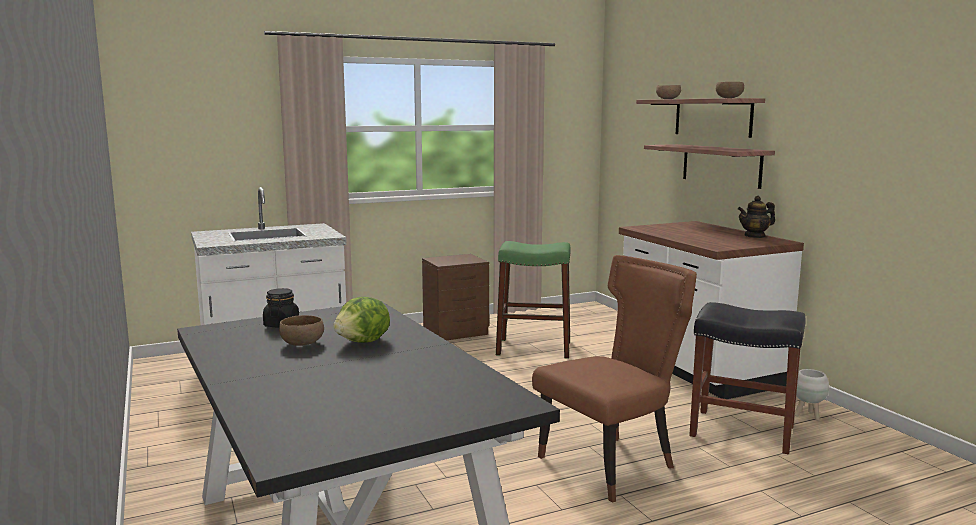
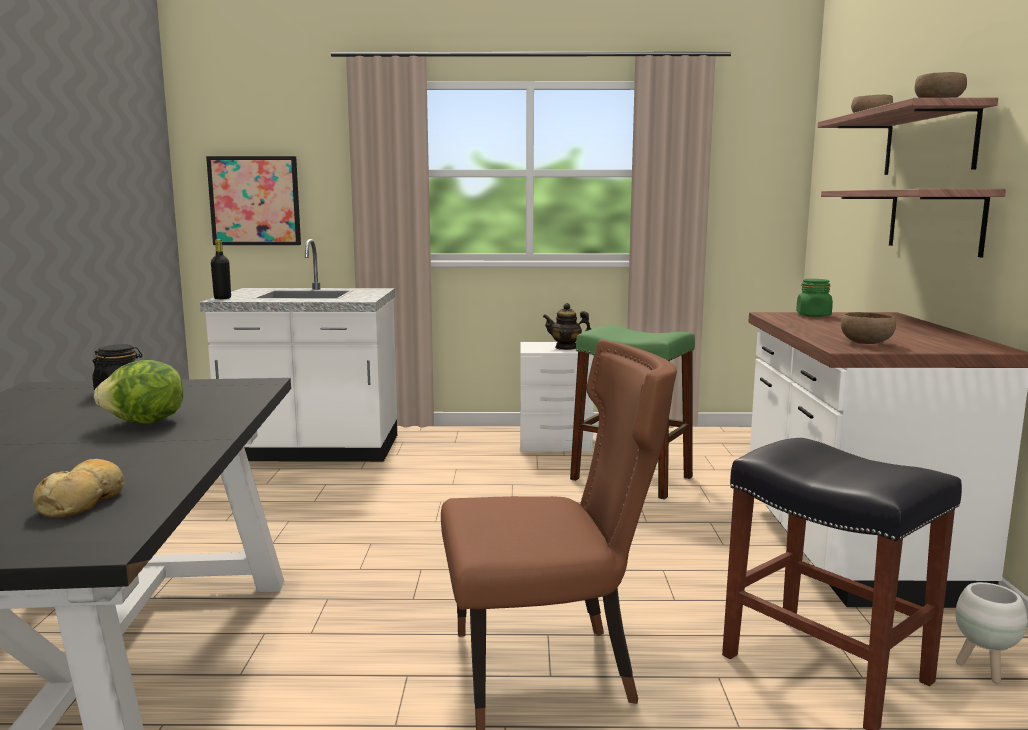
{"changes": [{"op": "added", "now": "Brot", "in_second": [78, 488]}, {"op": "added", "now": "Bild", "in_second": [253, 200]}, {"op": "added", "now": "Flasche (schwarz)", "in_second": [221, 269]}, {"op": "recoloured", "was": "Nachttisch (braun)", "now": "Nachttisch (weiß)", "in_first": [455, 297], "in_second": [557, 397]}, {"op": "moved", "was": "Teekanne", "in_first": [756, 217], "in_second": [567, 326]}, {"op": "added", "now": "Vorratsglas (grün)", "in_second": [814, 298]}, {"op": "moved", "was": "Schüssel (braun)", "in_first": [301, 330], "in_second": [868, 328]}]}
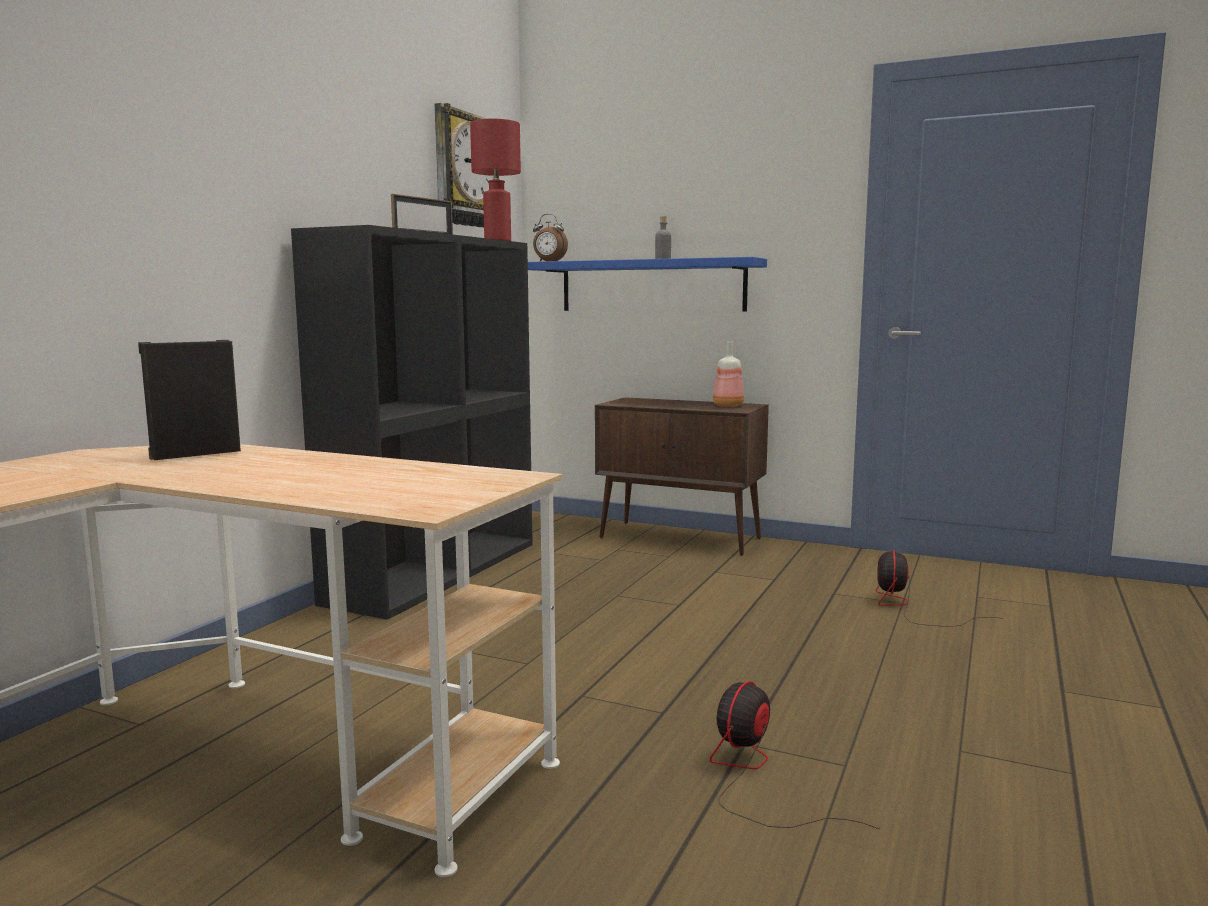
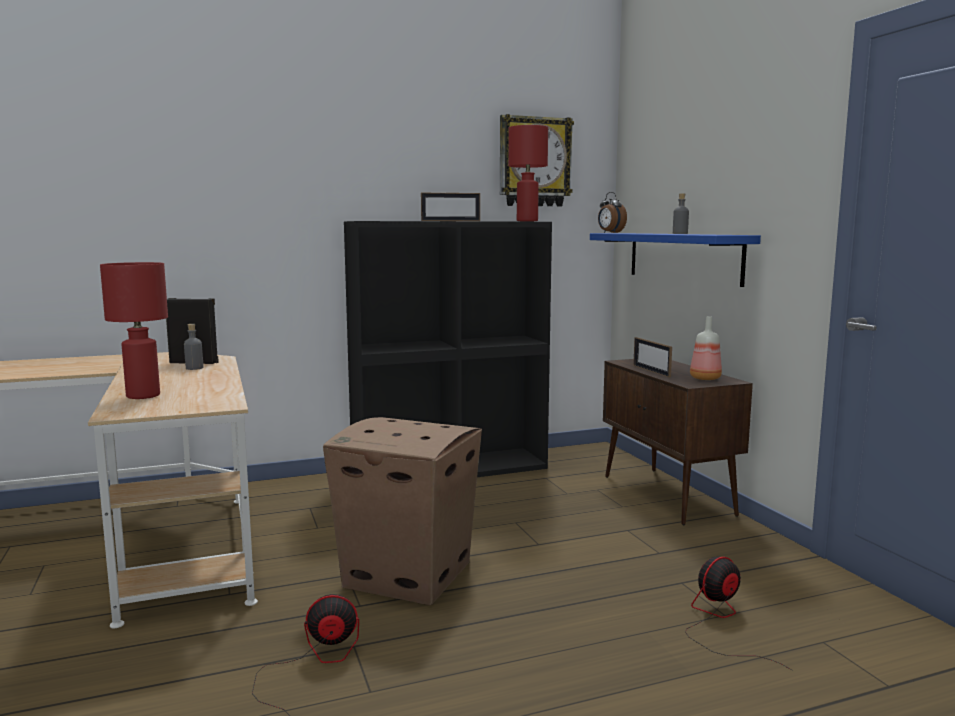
{"changes": [{"op": "added", "now": "Tischlampe (rot)", "in_second": [134, 330]}, {"op": "added", "now": "Flasche (grau)", "in_second": [193, 347]}, {"op": "added", "now": "Karton", "in_second": [402, 511]}, {"op": "added", "now": "Bilderrahmen", "in_second": [652, 357]}]}
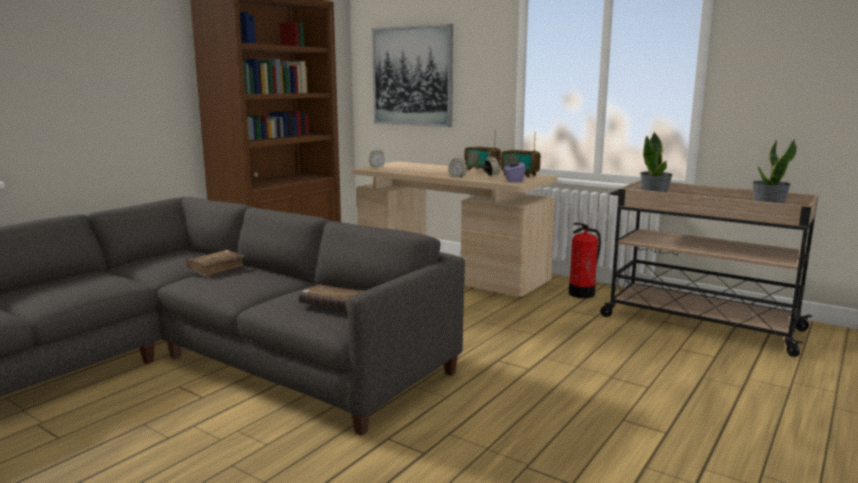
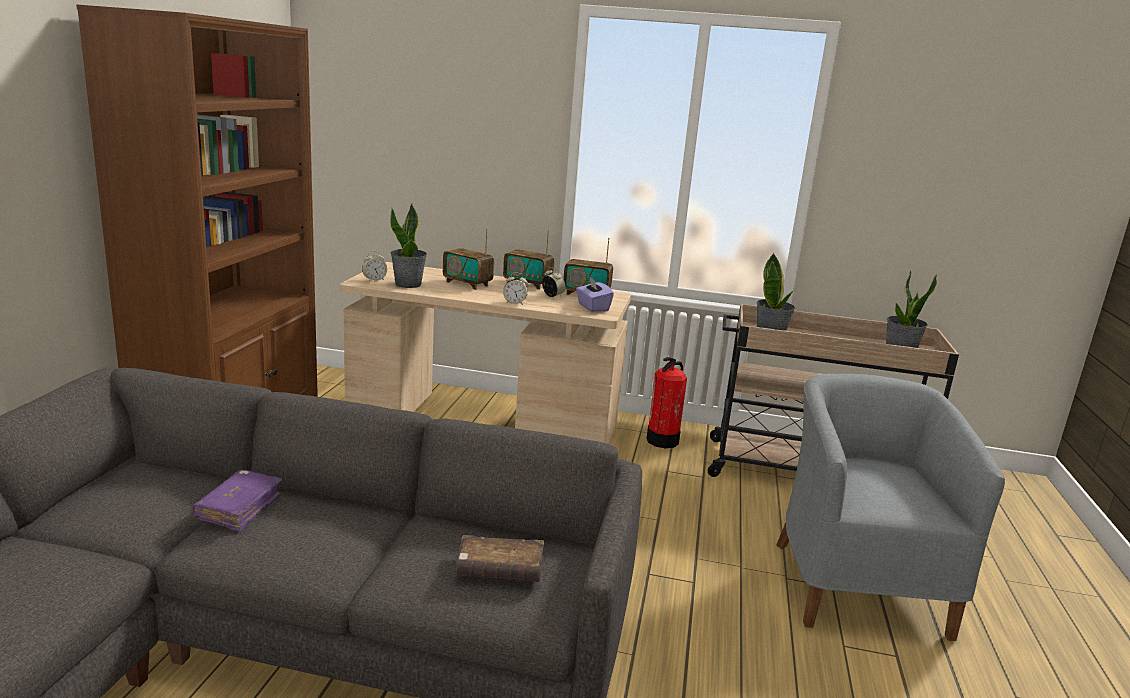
{"changes": [{"op": "recoloured", "was": "Buch (braun)", "now": "Buch (lila)", "in_first": [215, 263], "in_second": [237, 500]}, {"op": "added", "now": "Topfpflanze", "in_second": [408, 246]}, {"op": "added", "now": "Radio", "in_second": [468, 259]}, {"op": "added", "now": "Sessel (grau)", "in_second": [890, 507]}, {"op": "removed", "was": "Bild", "in_first": [412, 75]}]}
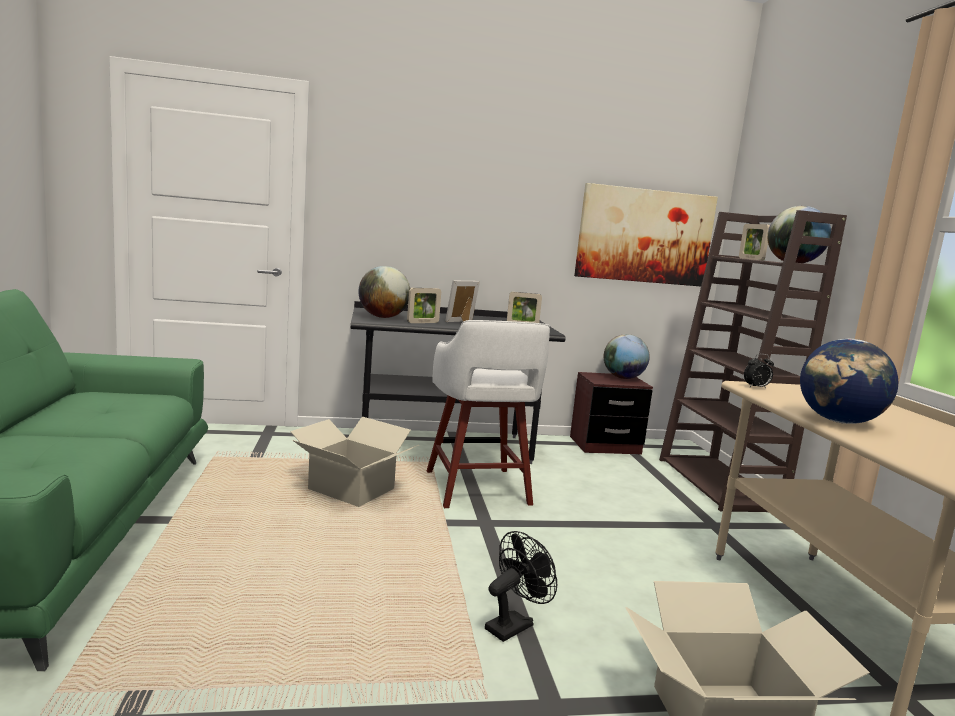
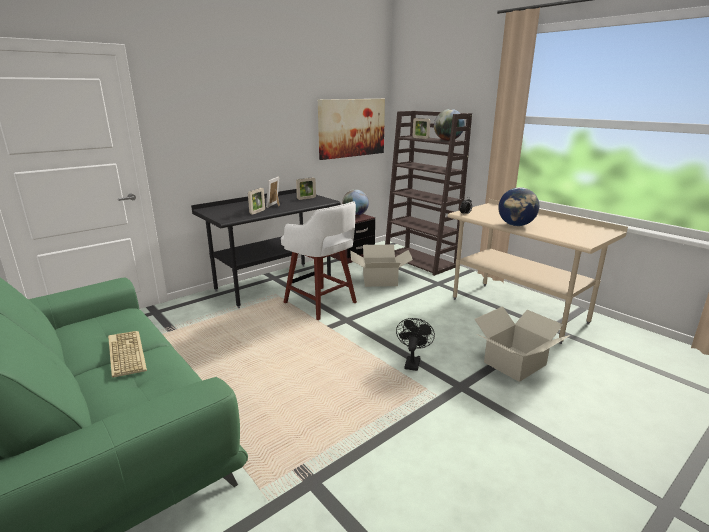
{"changes": [{"op": "added", "now": "Tastatur", "in_second": [127, 354]}, {"op": "moved", "was": "Karton", "in_first": [354, 462], "in_second": [381, 266]}, {"op": "removed", "was": "Globus", "in_first": [384, 292]}]}
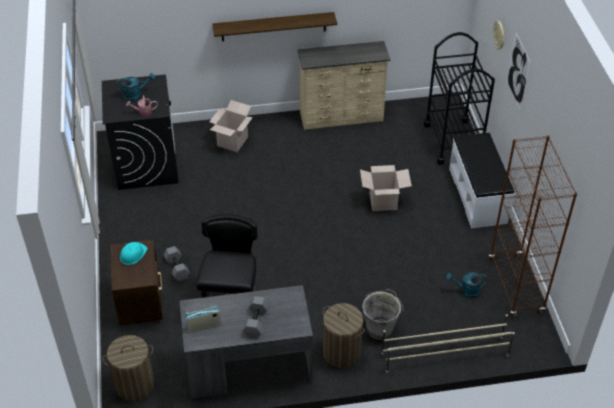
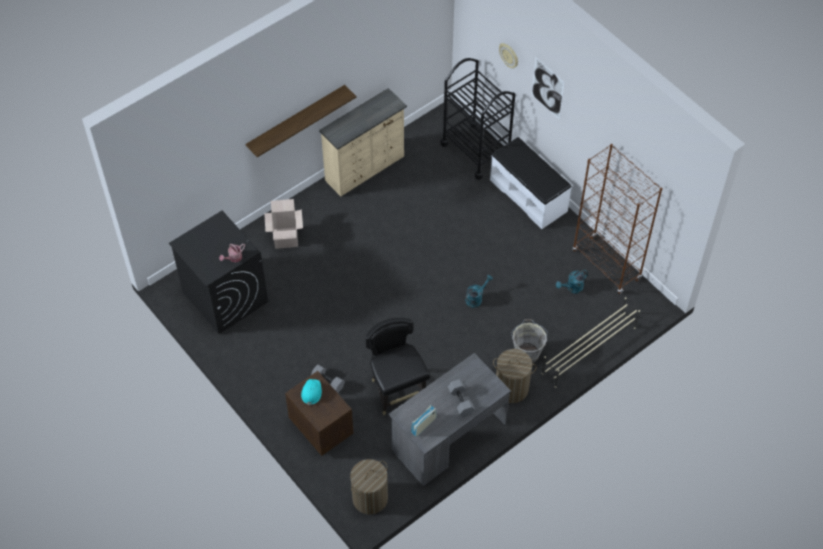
{"changes": [{"op": "moved", "was": "Gießkanne (türkis)", "in_first": [135, 87], "in_second": [479, 291]}, {"op": "removed", "was": "Karton", "in_first": [386, 188]}]}
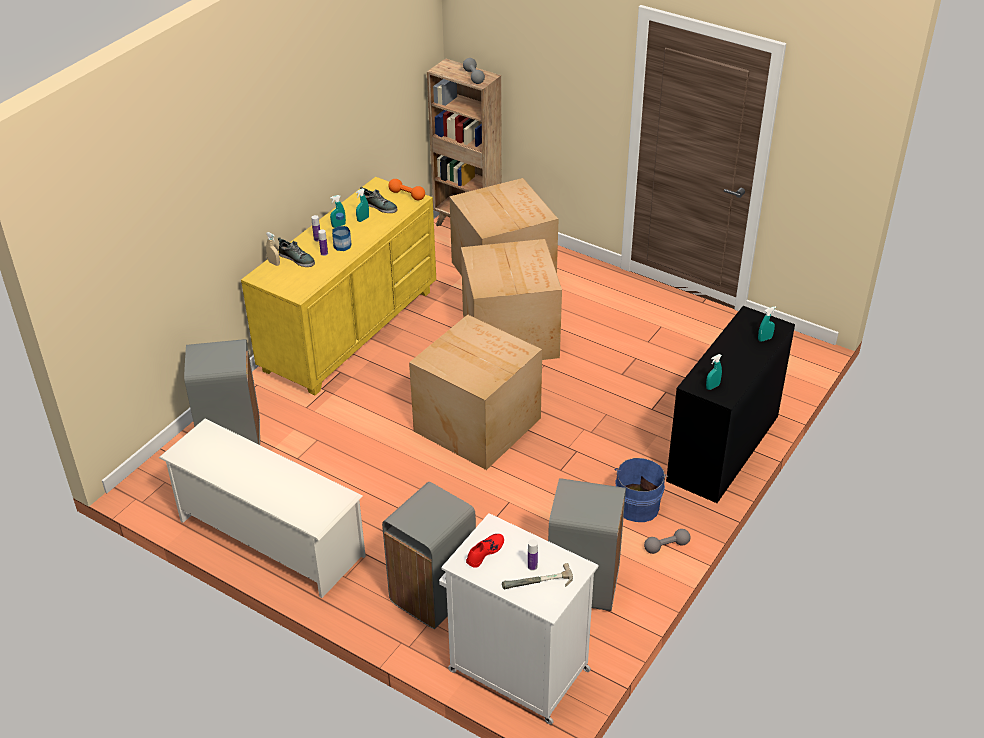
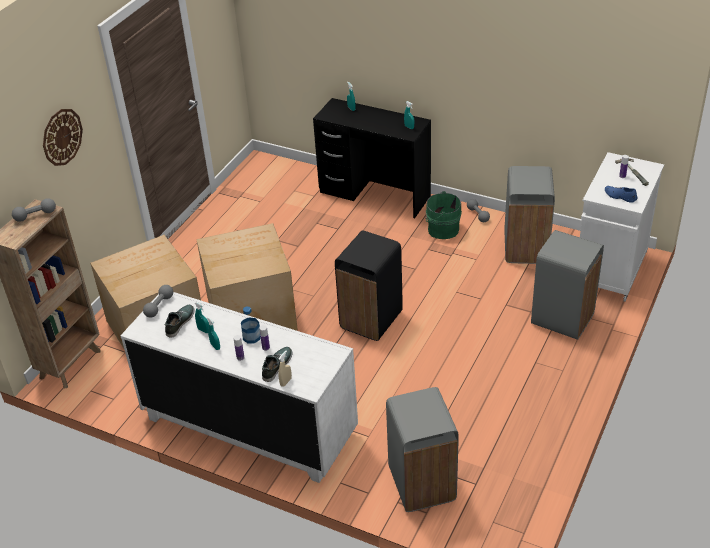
{"changes": [{"op": "added", "now": "Wanduhr", "in_second": [63, 137]}, {"op": "recoloured", "was": "Kommode (gelb)", "now": "Kommode (weiß)", "in_first": [338, 286], "in_second": [239, 387]}, {"op": "recoloured", "was": "Hantel (orange)", "now": "Hantel (grau)", "in_first": [406, 189], "in_second": [158, 301]}, {"op": "replaced", "was": "Karton", "now": "Mülleimer (schwarz)", "in_first": [475, 392], "in_second": [369, 286]}, {"op": "recoloured", "was": "Eimer (blau)", "now": "Eimer (grün)", "in_first": [641, 490], "in_second": [443, 215]}, {"op": "recoloured", "was": "Schuh (rot)", "now": "Schuh (blau)", "in_first": [485, 551], "in_second": [621, 194]}, {"op": "removed", "was": "Schuhregal (weiß)", "in_first": [262, 508]}]}
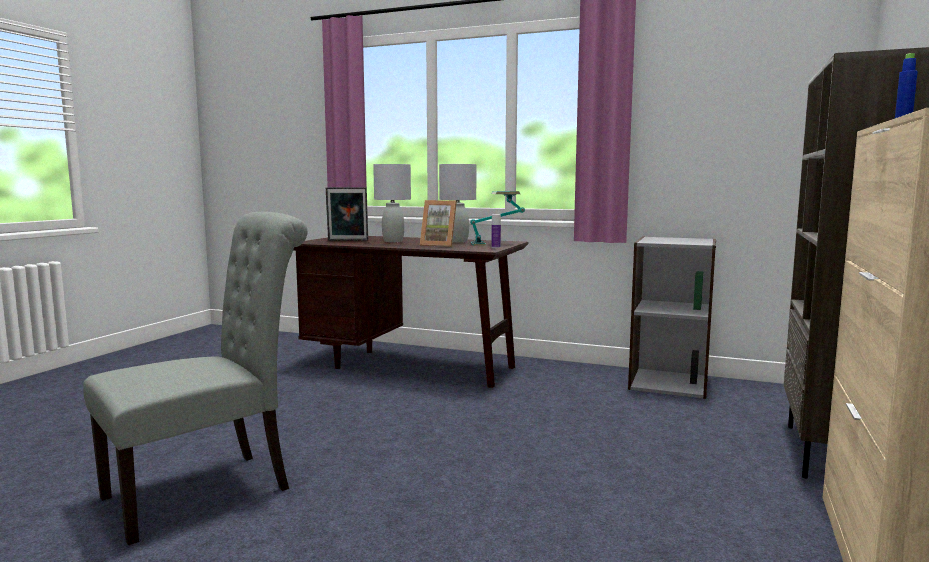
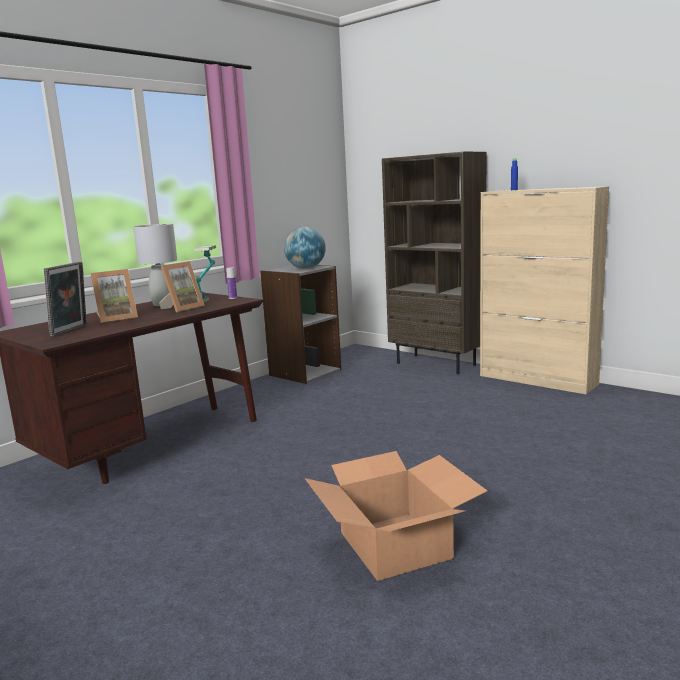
{"changes": [{"op": "replaced", "was": "Tischlampe (grau)", "now": "Bilderrahmen", "in_first": [392, 203], "in_second": [114, 296]}, {"op": "added", "now": "Globus", "in_second": [305, 248]}, {"op": "replaced", "was": "Stuhl (grau)", "now": "Karton", "in_first": [195, 378], "in_second": [396, 516]}]}
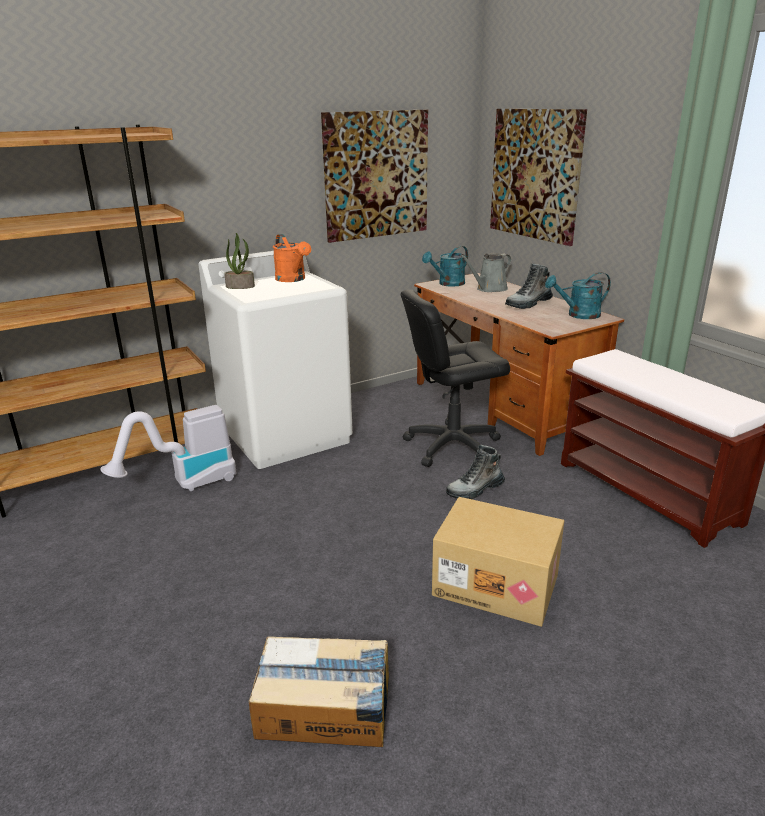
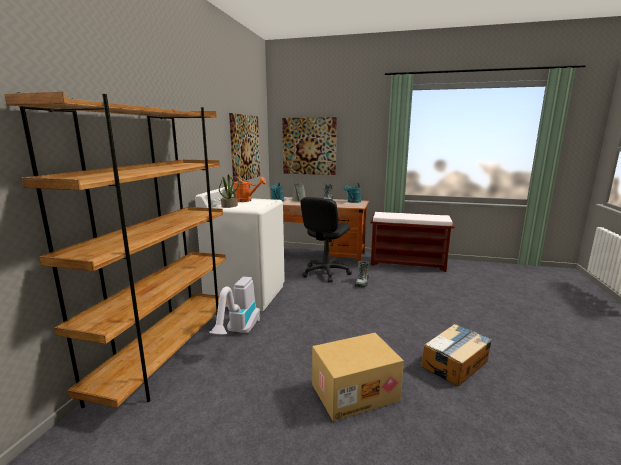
{"changes": [{"op": "moved", "was": "Karton", "in_first": [498, 562], "in_second": [358, 377]}]}
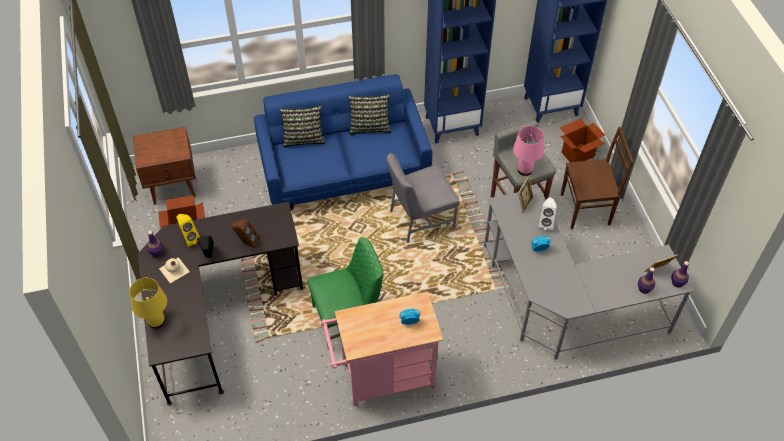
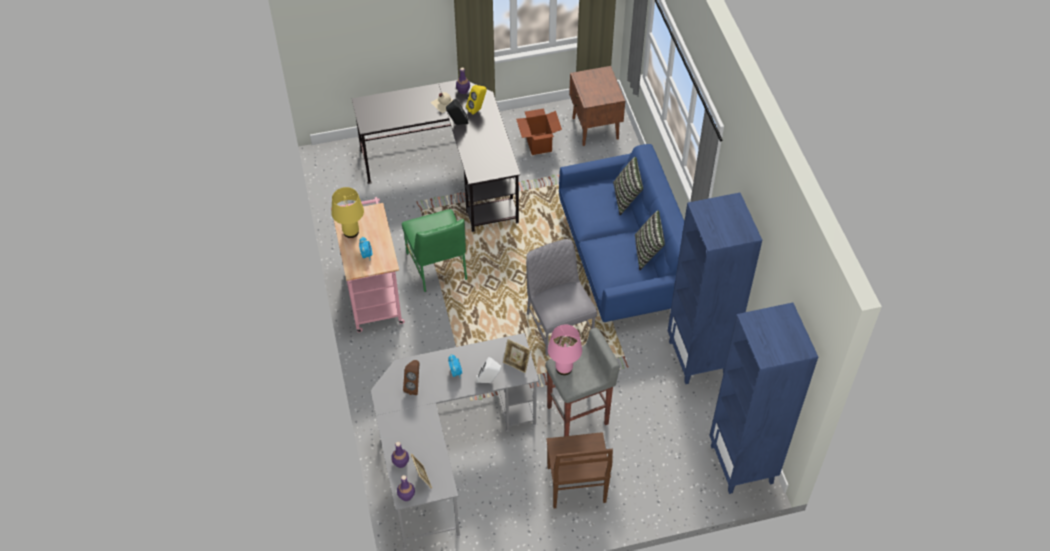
{"changes": [{"op": "moved", "was": "Tischlampe (gelb)", "in_first": [148, 303], "in_second": [347, 212]}, {"op": "moved", "was": "Lautsprecher (braun)", "in_first": [245, 233], "in_second": [411, 377]}, {"op": "removed", "was": "Karton", "in_first": [582, 140]}]}
